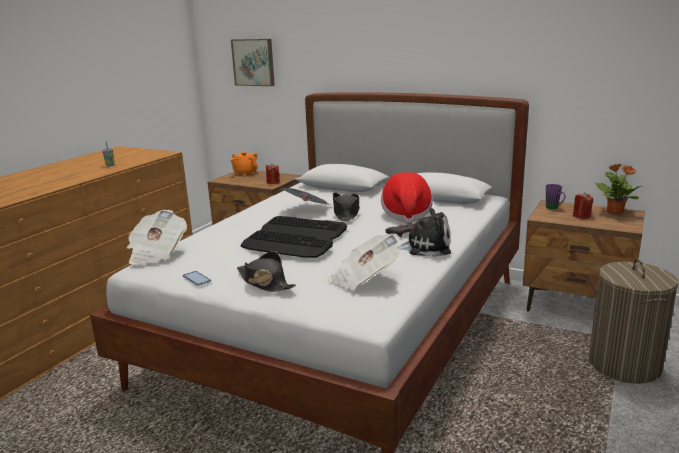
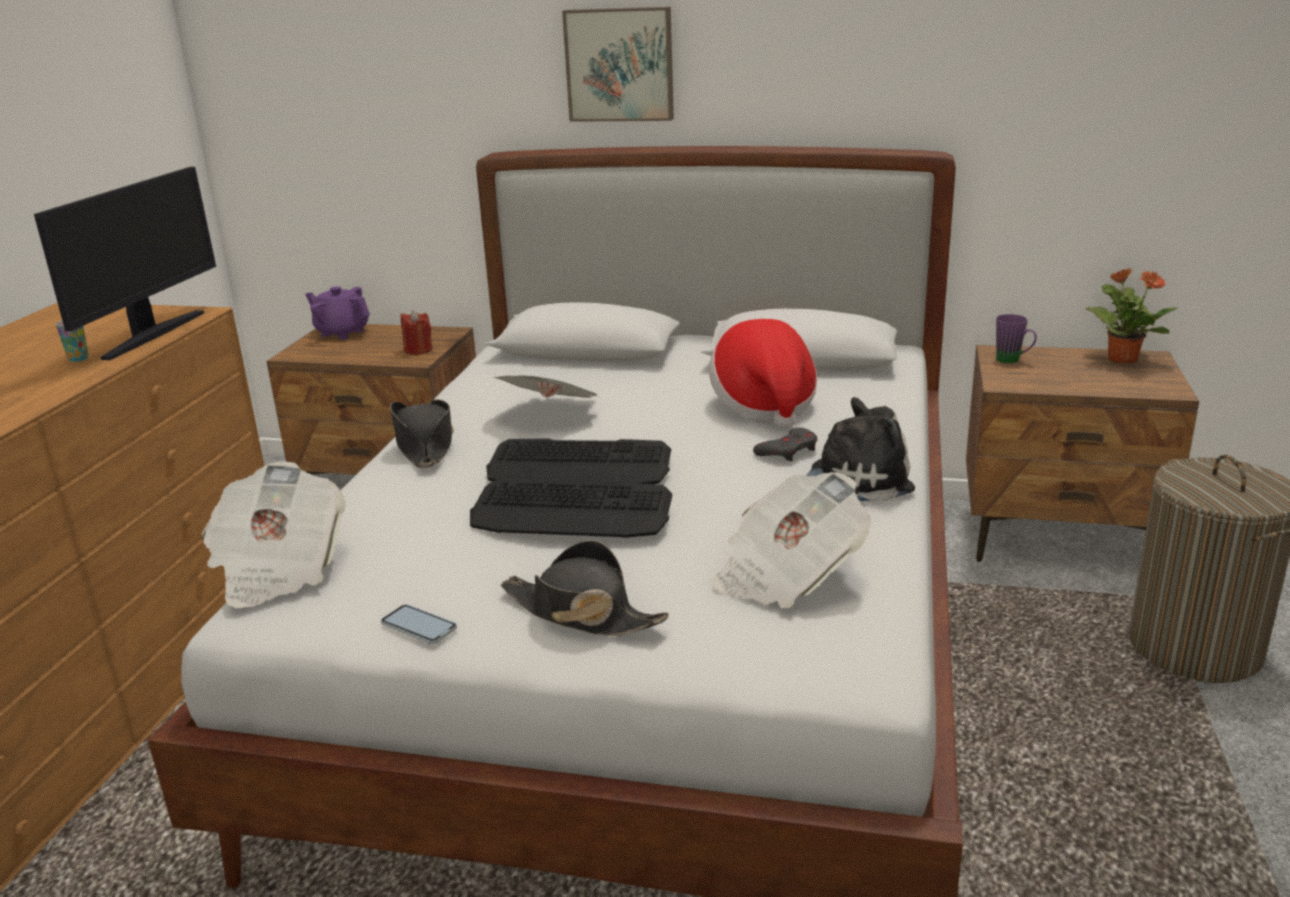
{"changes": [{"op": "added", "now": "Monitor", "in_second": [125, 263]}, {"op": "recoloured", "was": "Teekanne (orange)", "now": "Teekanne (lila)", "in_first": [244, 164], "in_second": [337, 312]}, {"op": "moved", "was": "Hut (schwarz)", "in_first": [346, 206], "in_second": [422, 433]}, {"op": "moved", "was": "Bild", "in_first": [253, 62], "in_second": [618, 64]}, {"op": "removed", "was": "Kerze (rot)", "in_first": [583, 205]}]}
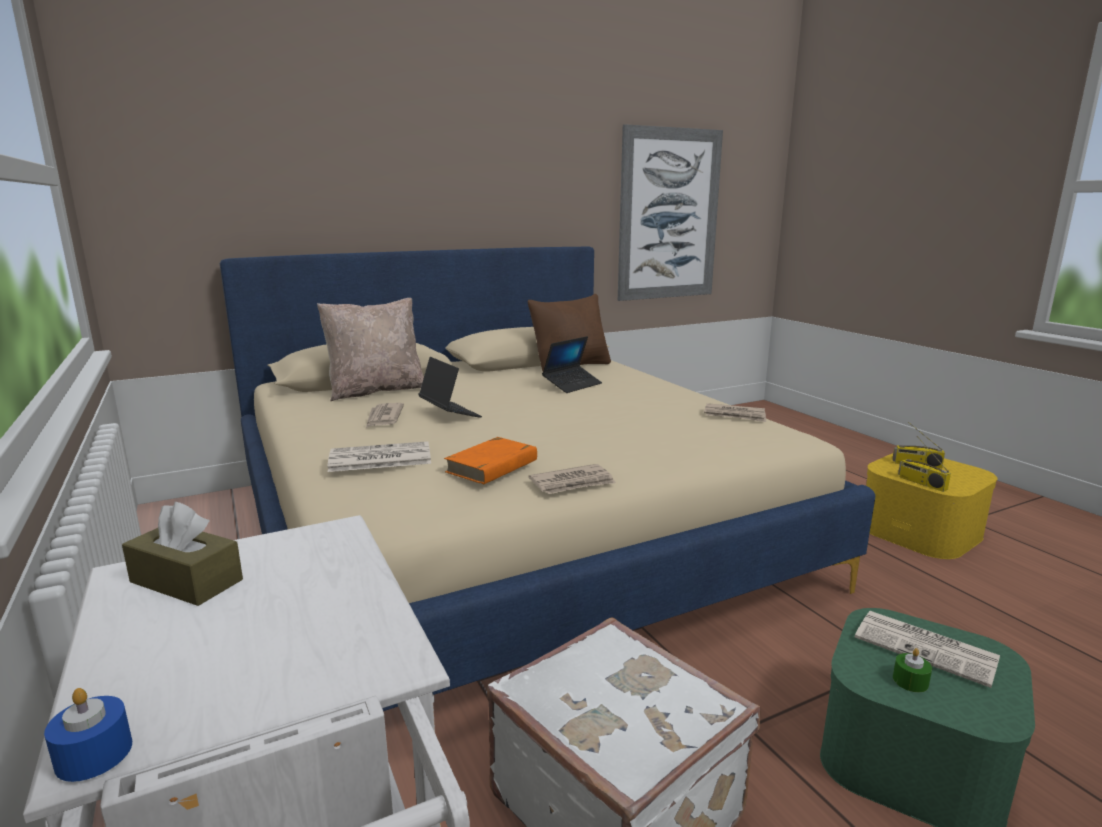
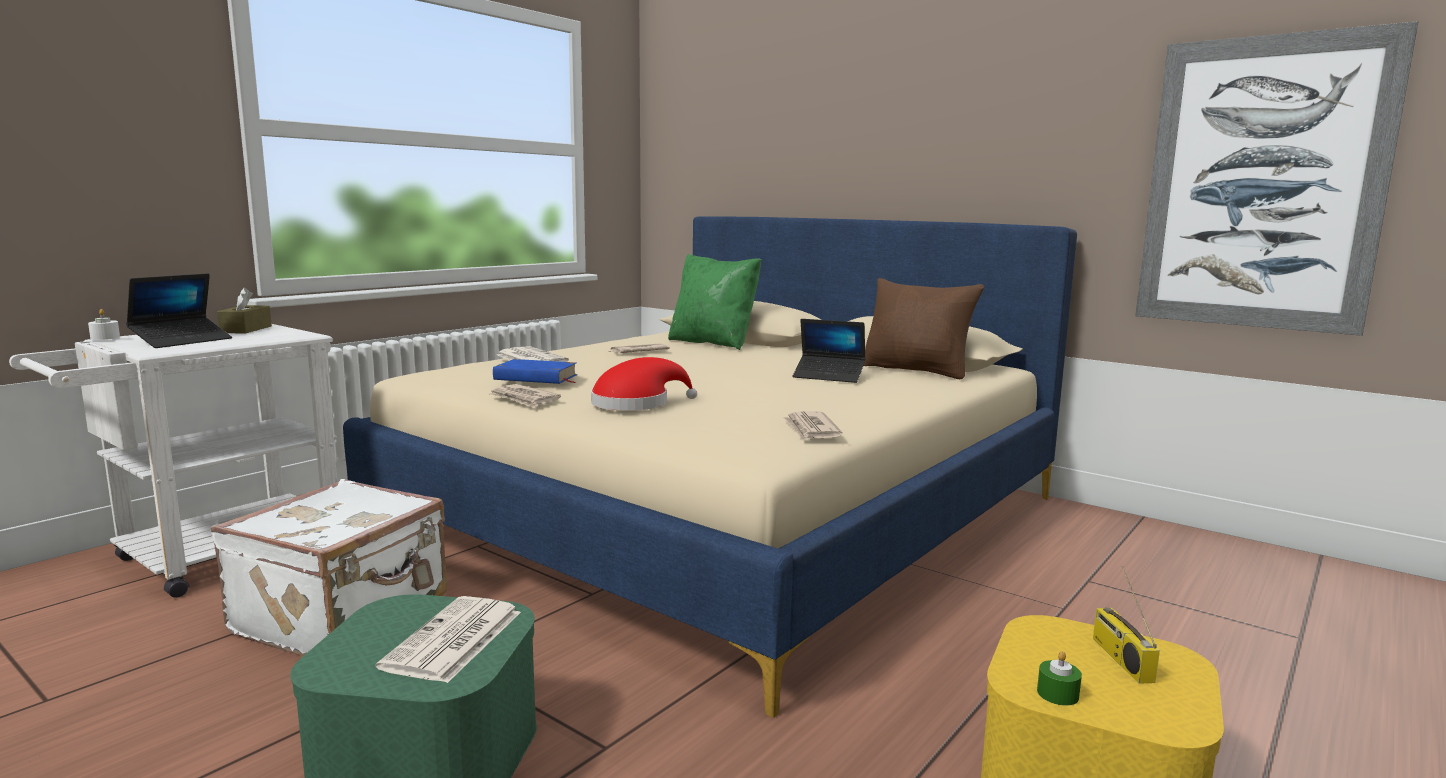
{"changes": [{"op": "recoloured", "was": "Kerze (blau)", "now": "Kerze (weiß)", "in_first": [88, 735], "in_second": [104, 324]}, {"op": "moved", "was": "Laptop", "in_first": [450, 387], "in_second": [179, 310]}, {"op": "recoloured", "was": "Buch (orange)", "now": "Buch (blau)", "in_first": [490, 461], "in_second": [535, 371]}, {"op": "added", "now": "Hut (rot)", "in_second": [644, 384]}, {"op": "recoloured", "was": "Kissen (beige)", "now": "Kissen (grün)", "in_first": [370, 349], "in_second": [714, 302]}, {"op": "moved", "was": "Kerze (grün)", "in_first": [912, 670], "in_second": [1059, 678]}, {"op": "removed", "was": "Radio", "in_first": [924, 464]}]}
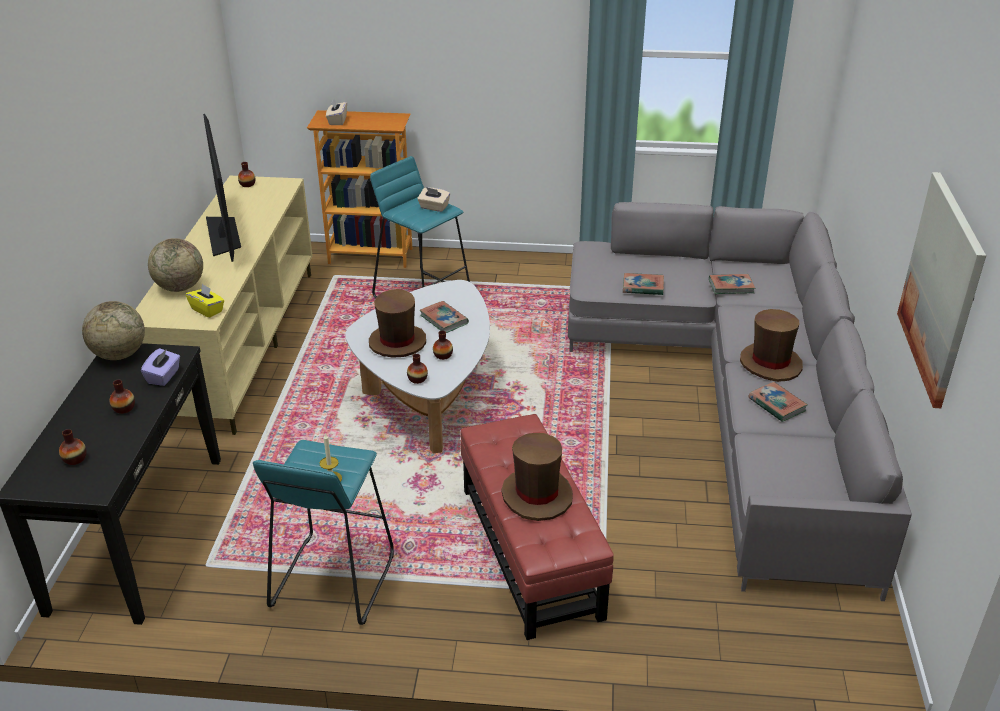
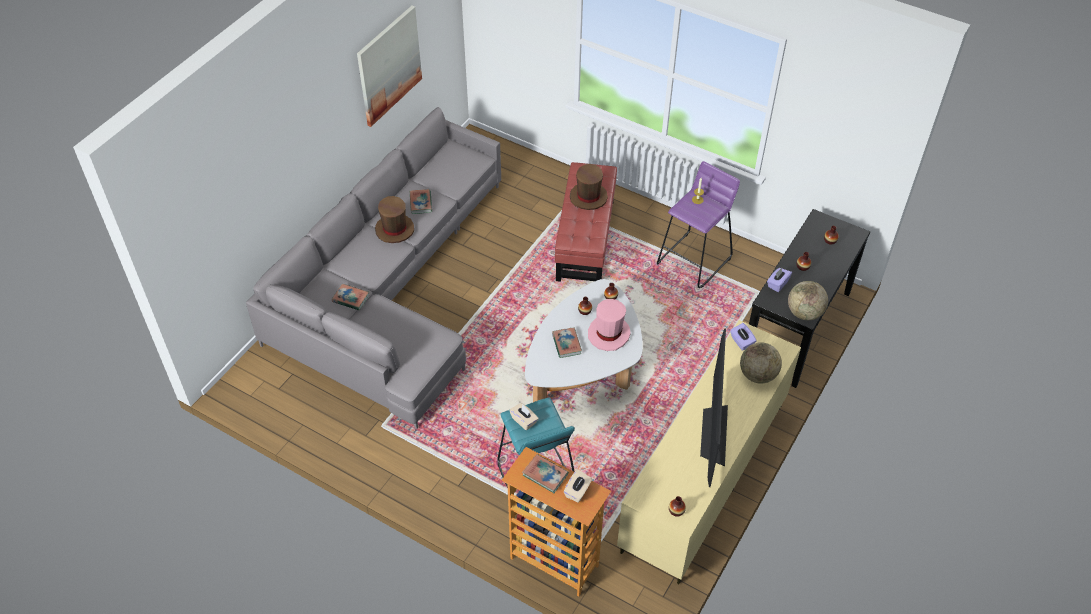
{"changes": [{"op": "moved", "was": "Buch", "in_first": [643, 284], "in_second": [545, 473]}, {"op": "recoloured", "was": "Hut (braun)", "now": "Hut (rosa)", "in_first": [397, 323], "in_second": [609, 325]}, {"op": "recoloured", "was": "Hocker (türkis)", "now": "Hocker (lila)", "in_first": [323, 532], "in_second": [698, 224]}, {"op": "recoloured", "was": "Taschentuchbox (gelb)", "now": "Taschentuchbox (lila)", "in_first": [205, 301], "in_second": [743, 337]}]}
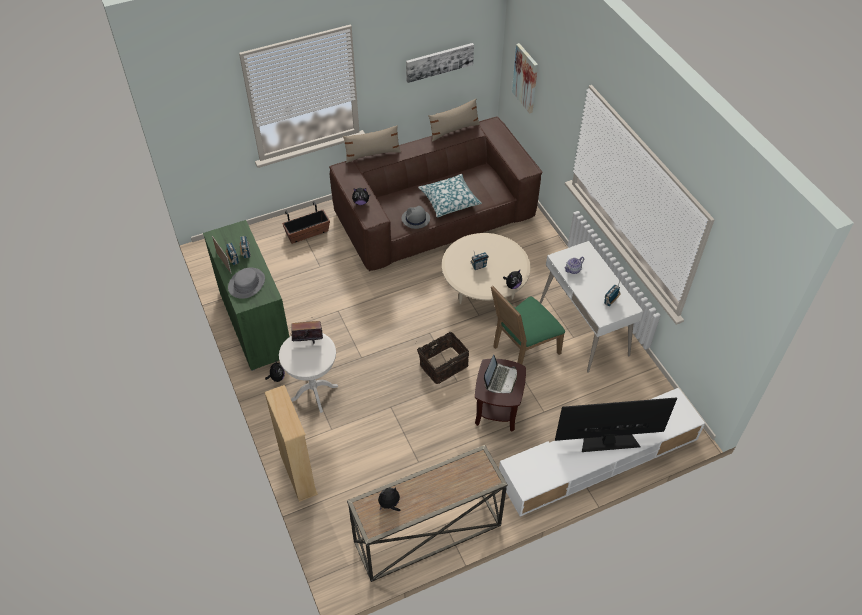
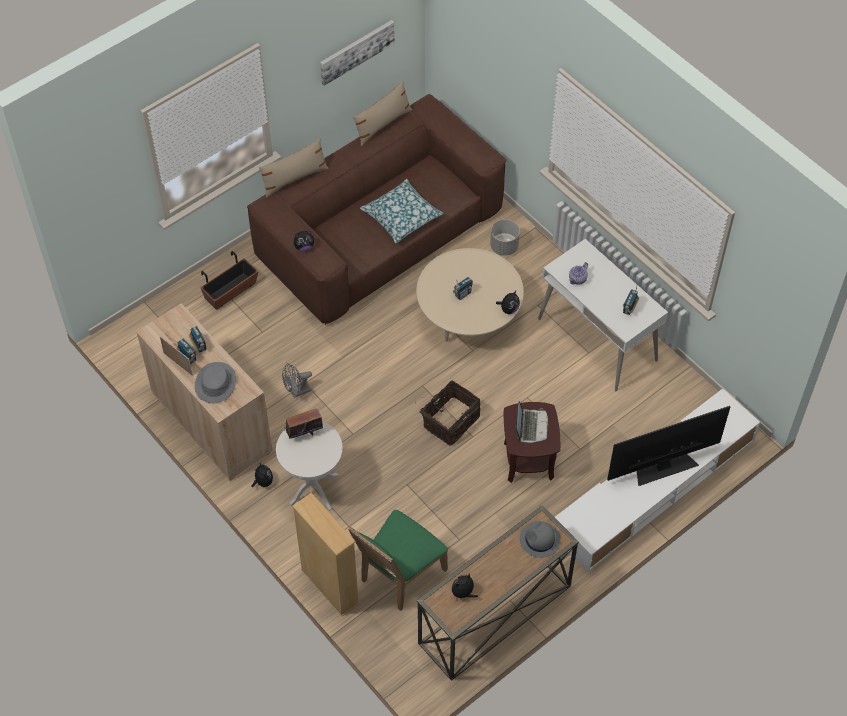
{"changes": [{"op": "recoloured", "was": "Schrank (grün)", "now": "Schrank (beige)", "in_first": [246, 295], "in_second": [204, 391]}, {"op": "added", "now": "Ventilator (grau)", "in_second": [297, 380]}, {"op": "moved", "was": "Stuhl (grün)", "in_first": [528, 324], "in_second": [398, 560]}, {"op": "added", "now": "Pflanzkübel (grau)", "in_second": [505, 237]}, {"op": "moved", "was": "Hut (grau)", "in_first": [416, 217], "in_second": [540, 539]}, {"op": "removed", "was": "Bild", "in_first": [525, 78]}]}
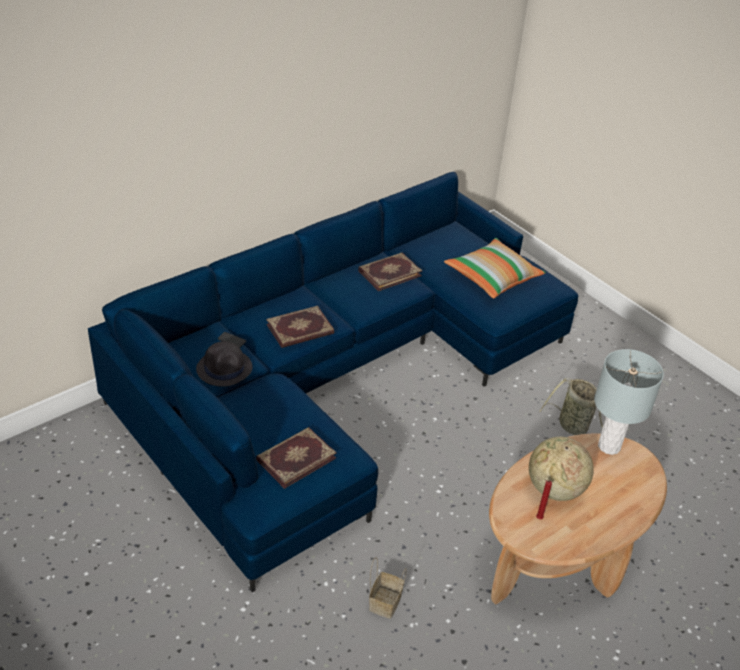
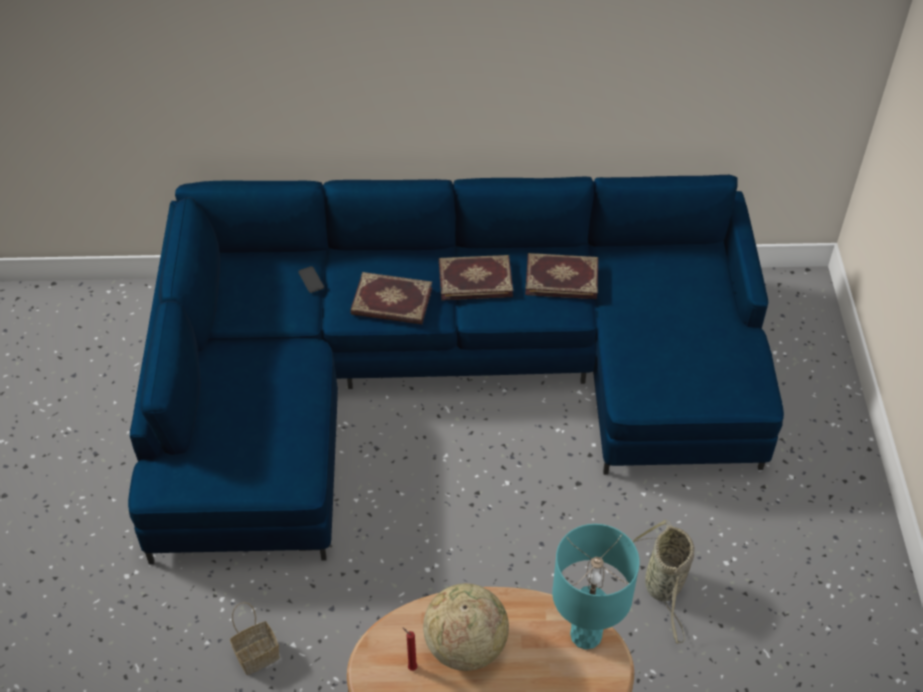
{"changes": [{"op": "moved", "was": "Buch", "in_first": [296, 458], "in_second": [476, 277]}, {"op": "recoloured", "was": "Tischlampe (grau)", "now": "Tischlampe (türkis)", "in_first": [629, 402], "in_second": [596, 587]}, {"op": "removed", "was": "Hut (schwarz)", "in_first": [224, 364]}, {"op": "removed", "was": "Kissen", "in_first": [495, 268]}]}
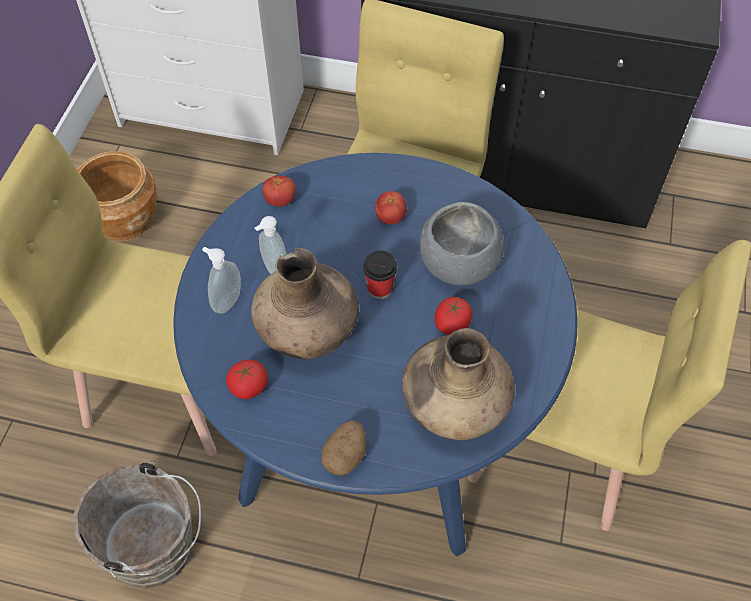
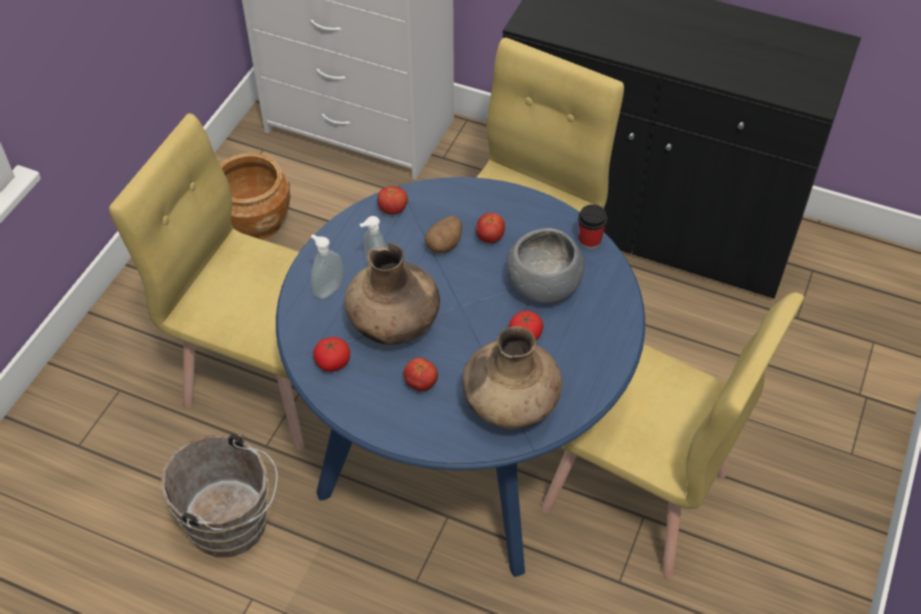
{"changes": [{"op": "added", "now": "Tomate", "in_second": [421, 374]}, {"op": "moved", "was": "Kartoffel", "in_first": [343, 448], "in_second": [443, 234]}, {"op": "moved", "was": "Tasse", "in_first": [380, 274], "in_second": [592, 226]}]}
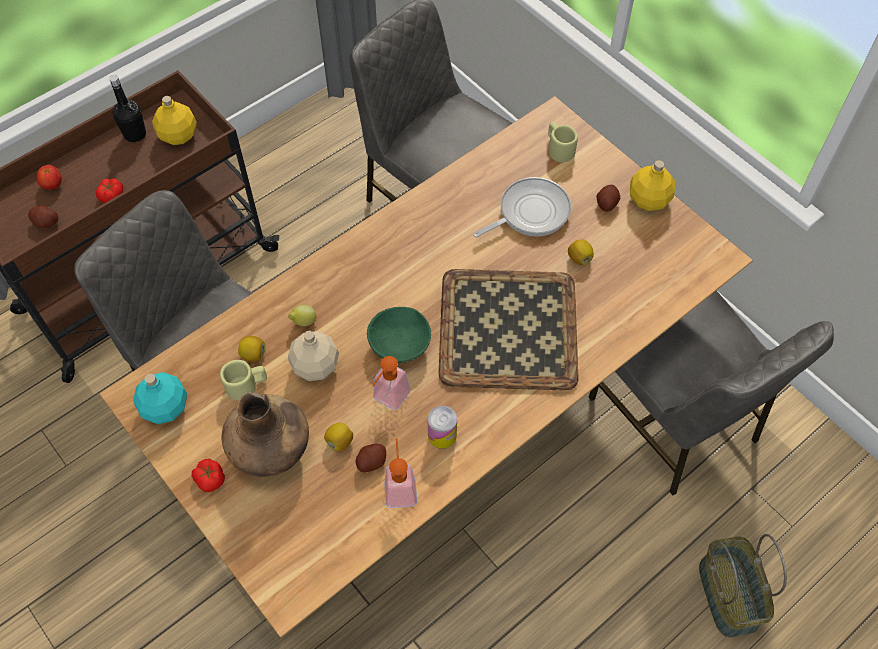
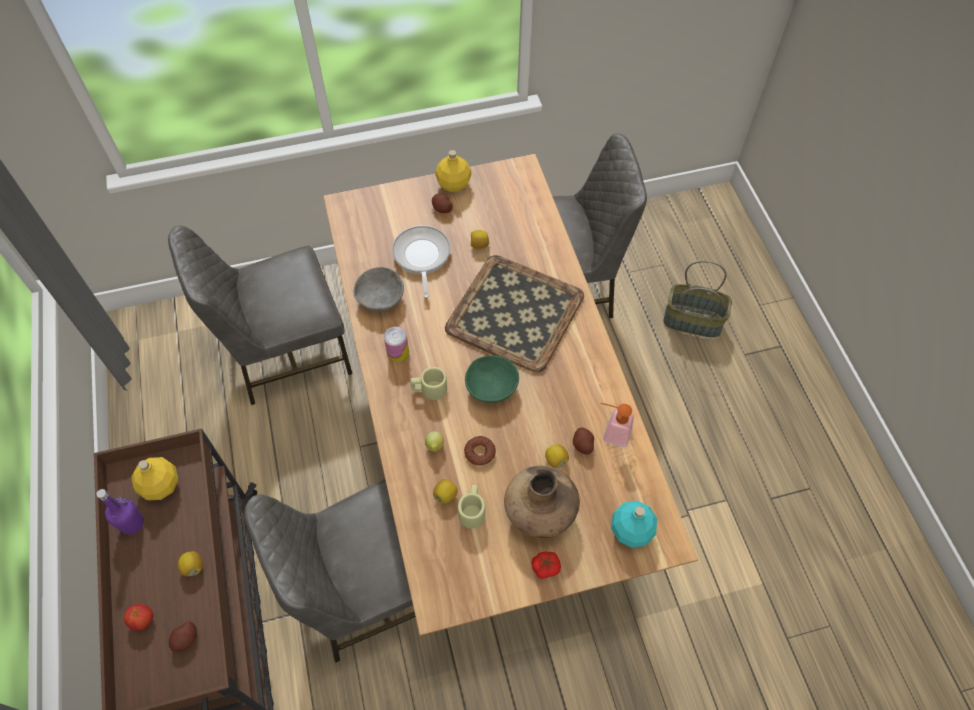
{"changes": [{"op": "recoloured", "was": "Flasche (schwarz)", "now": "Flasche (lila)", "in_first": [127, 108], "in_second": [120, 511]}, {"op": "replaced", "was": "Tomate", "now": "Zitrone", "in_first": [109, 190], "in_second": [190, 563]}, {"op": "added", "now": "Schüssel (grau)", "in_second": [379, 289]}, {"op": "moved", "was": "Dose", "in_first": [442, 427], "in_second": [396, 344]}, {"op": "moved", "was": "Henkelbecher (beige)", "in_first": [563, 142], "in_second": [429, 383]}, {"op": "replaced", "was": "Flasche (beige)", "now": "Donut", "in_first": [313, 356], "in_second": [480, 451]}, {"op": "moved", "was": "Flasche (türkis)", "in_first": [160, 398], "in_second": [634, 524]}, {"op": "removed", "was": "Seifenspender", "in_first": [392, 383]}]}
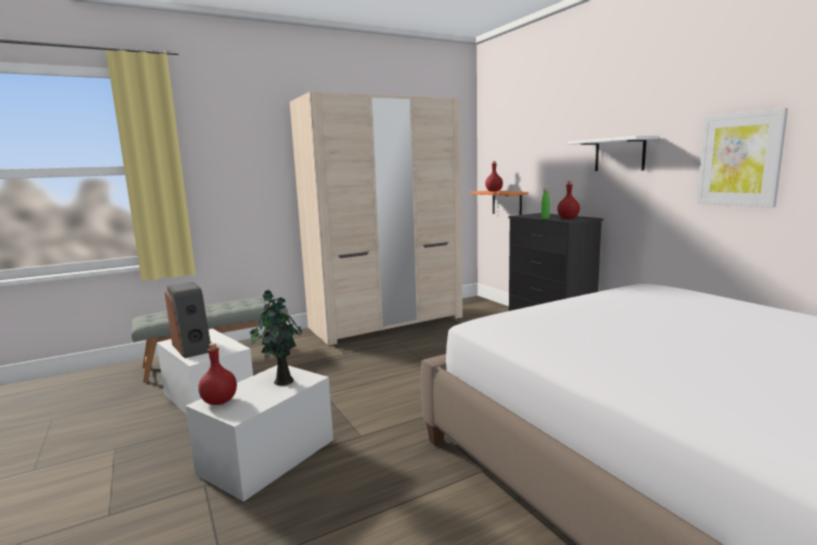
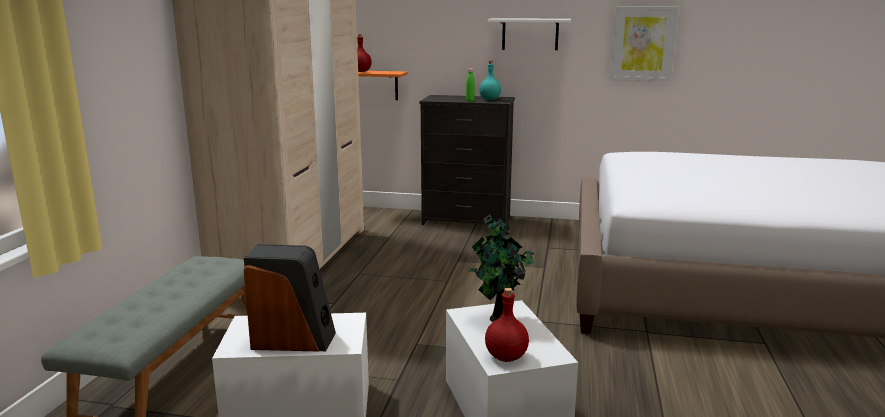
{"changes": [{"op": "recoloured", "was": "Flasche (rot)", "now": "Flasche (türkis)", "in_first": [568, 200], "in_second": [490, 80]}]}
